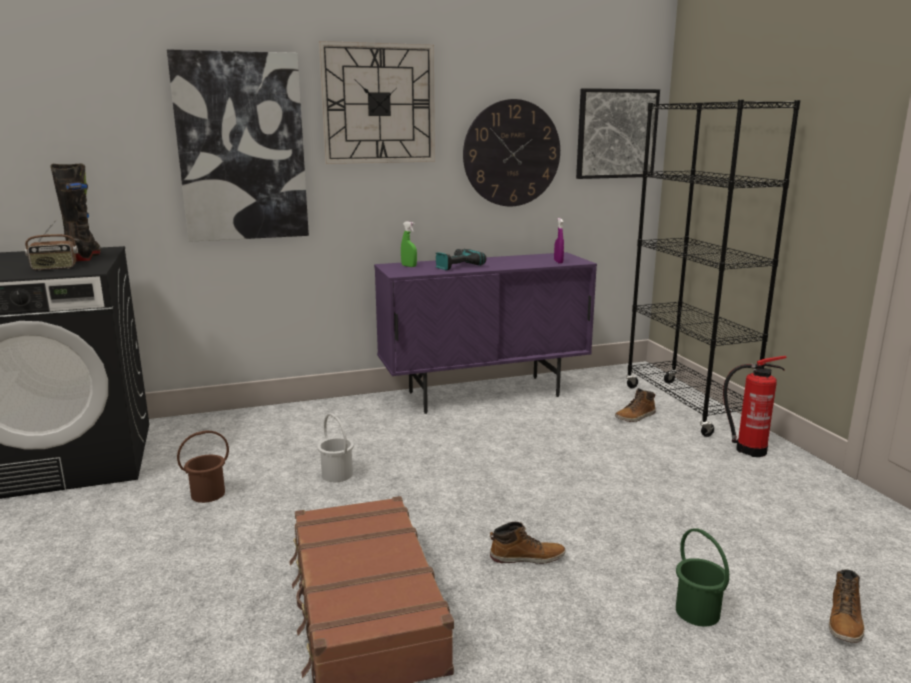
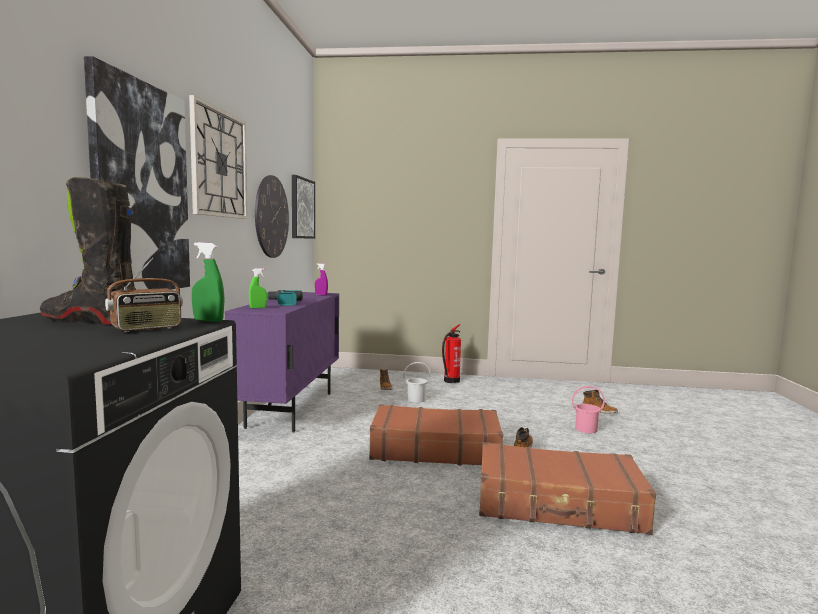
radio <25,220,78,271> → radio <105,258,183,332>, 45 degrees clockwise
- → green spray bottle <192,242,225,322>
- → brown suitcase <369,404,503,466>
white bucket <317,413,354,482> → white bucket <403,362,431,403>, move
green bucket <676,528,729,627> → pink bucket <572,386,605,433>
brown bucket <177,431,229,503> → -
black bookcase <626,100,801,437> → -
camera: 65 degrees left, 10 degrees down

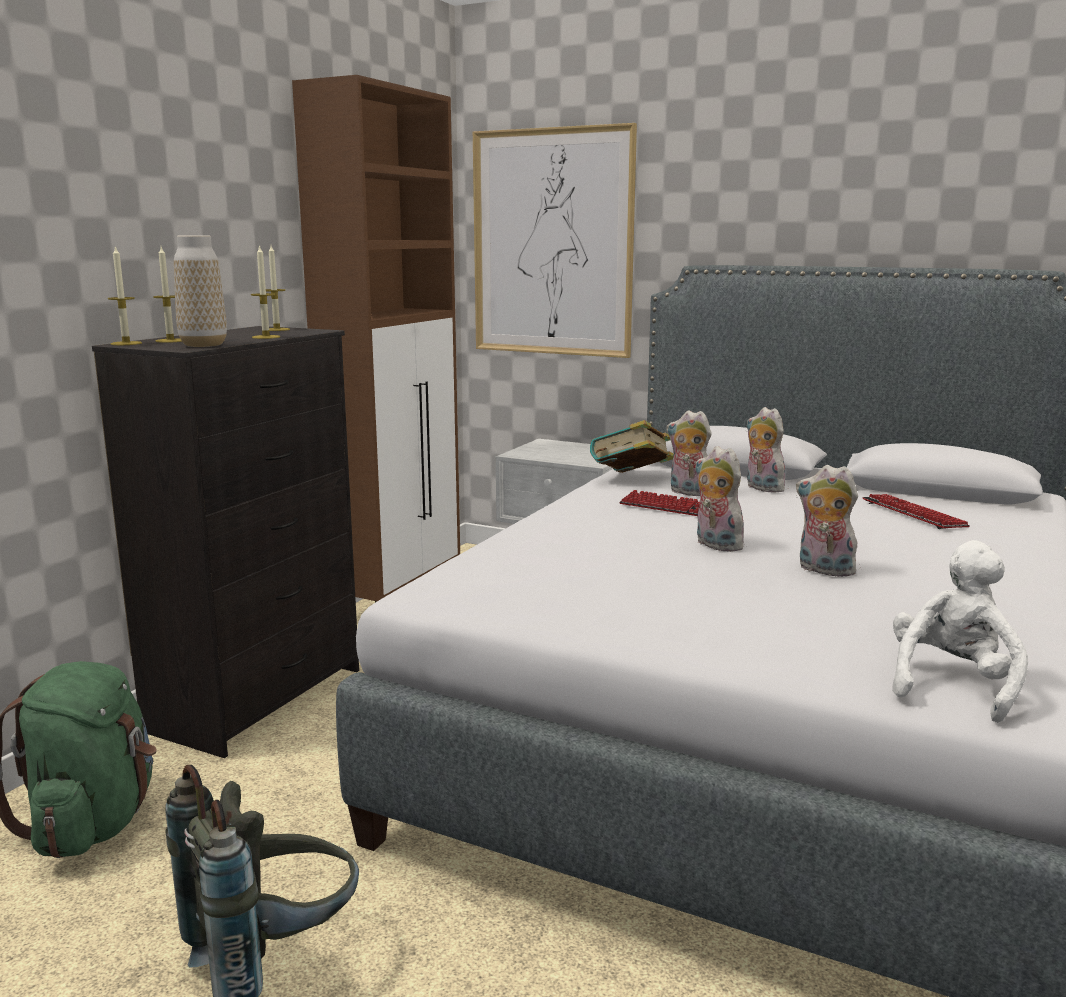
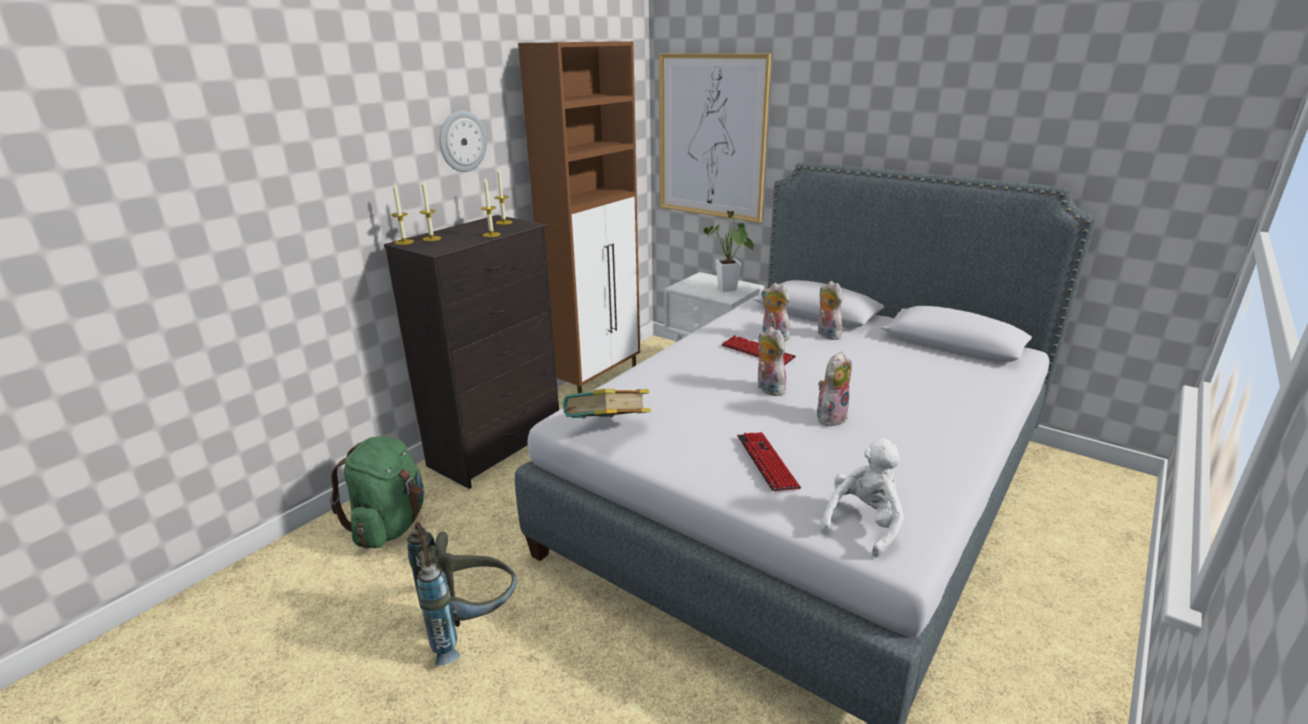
- → wall clock <439,111,487,172>
book <590,420,673,473> → book <563,389,651,418>, move
- → potted plant <703,211,754,292>
keyboard <862,494,970,529> → keyboard <737,432,801,491>, move
plush toy <796,465,859,577> → plush toy <817,352,852,426>, 90 degrees clockwise
vase <174,236,227,347> → -
camera: 10 degrees right, 10 degrees up

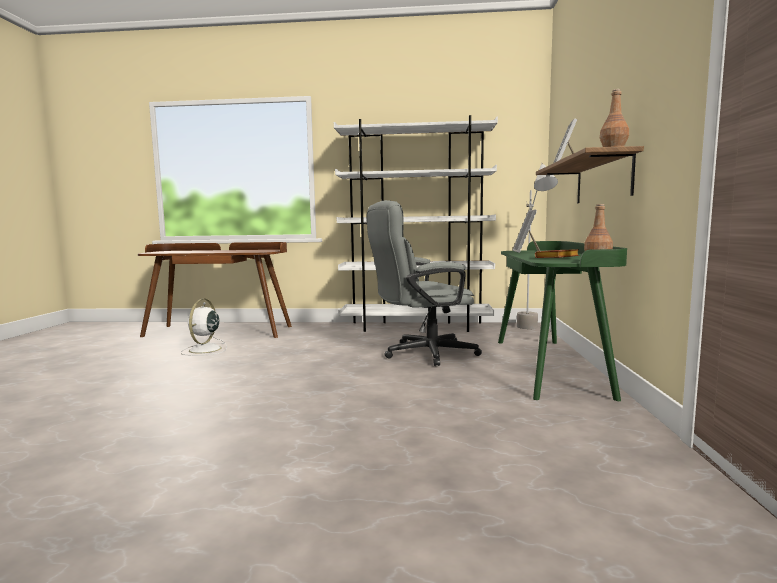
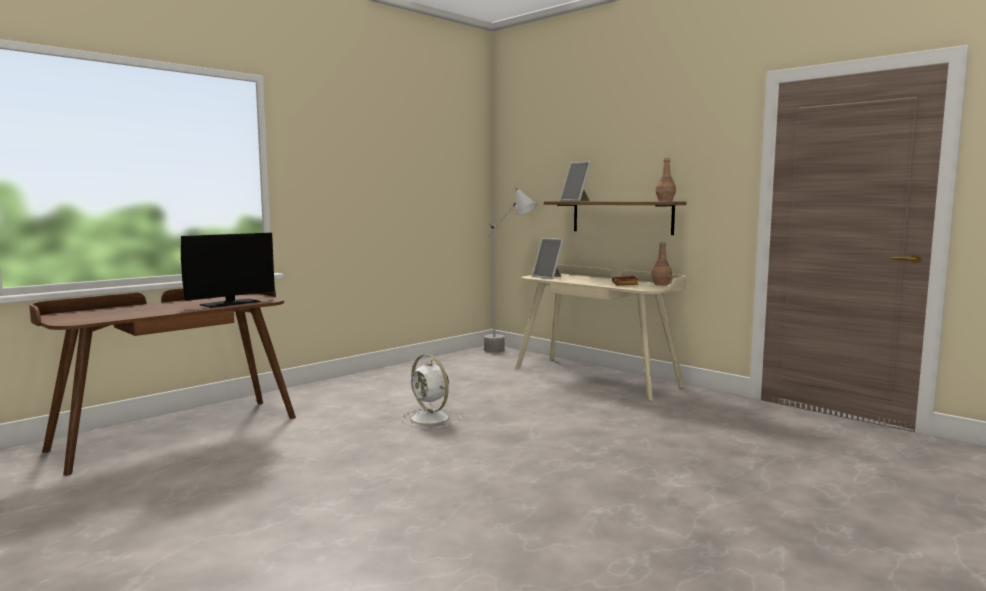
- → monitor <181,233,275,308>
white fan <181,299,227,356> → white fan <401,354,461,429>, move
green desk <498,241,627,401> → beige desk <516,265,686,400>
white bookcase <334,115,498,332> → -
grey office chair <367,200,482,366> → -
camera: 50 degrees left, 0 degrees up

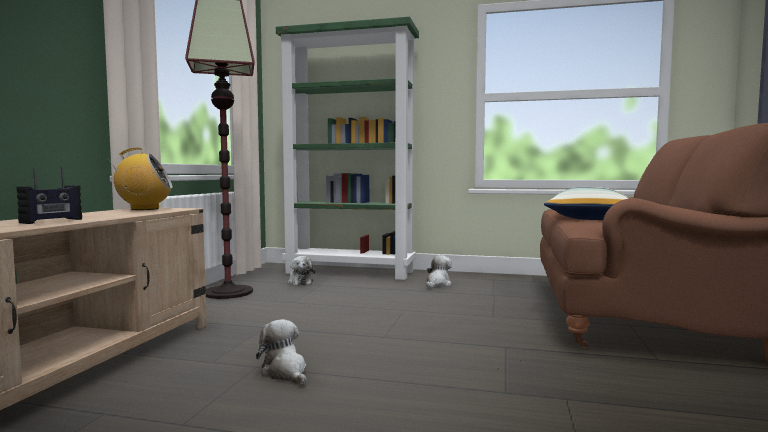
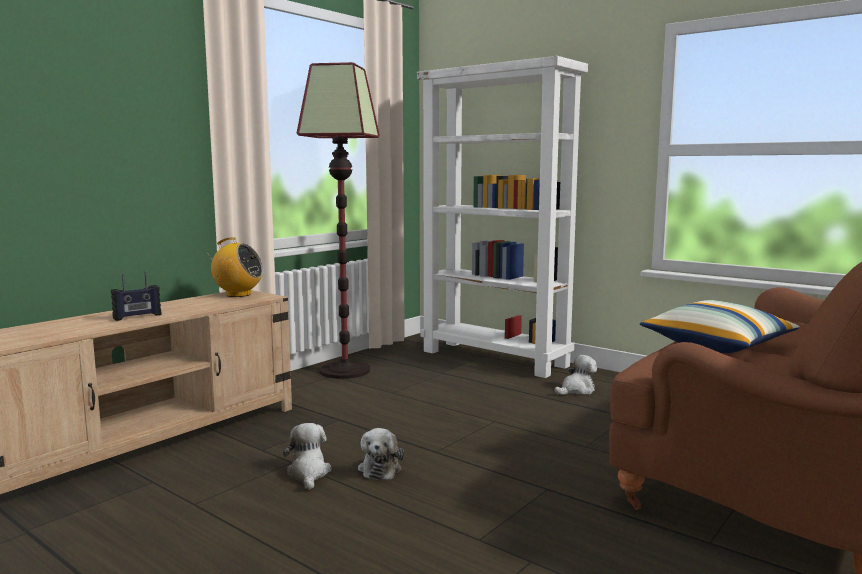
plush toy <287,256,315,285> → plush toy <358,428,404,480>, move
green bookcase <276,16,419,280> → white bookcase <417,56,588,378>
camera: 25 degrees right, 5 degrees up

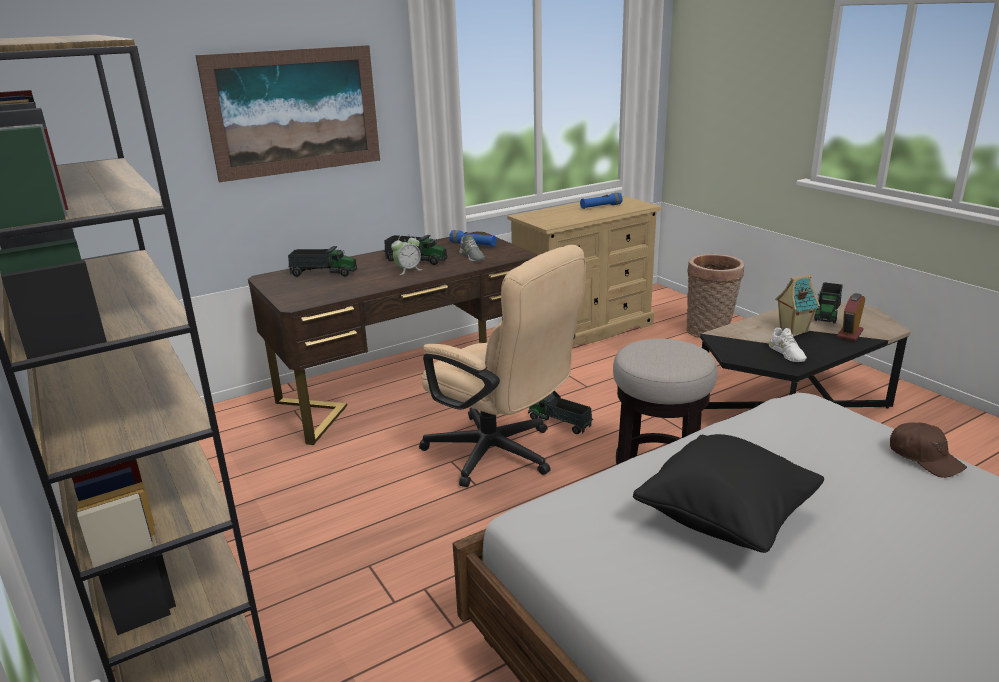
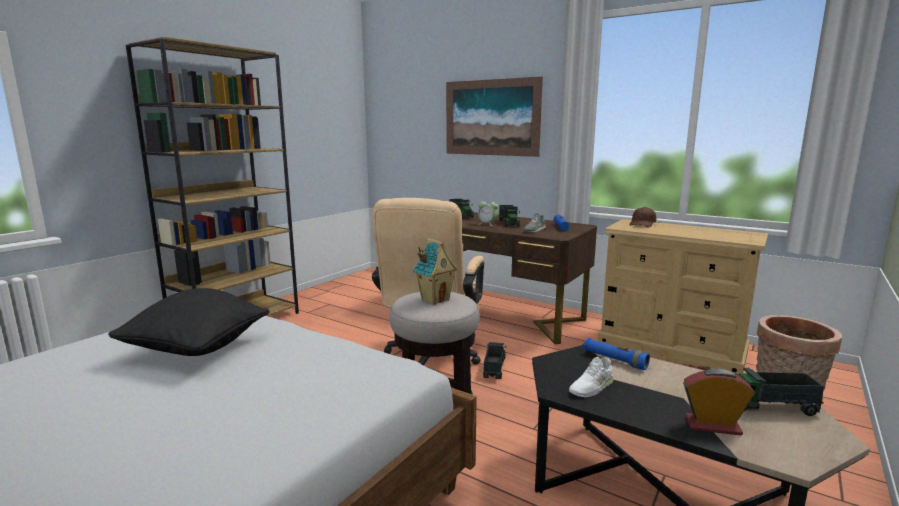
toy house <775,275,820,334> → toy house <413,238,458,305>, move
blue flashlight <580,193,623,209> → blue flashlight <583,338,650,370>, move
brown cap <890,422,967,478> → brown cap <629,207,657,227>, move
camera: 65 degrees right, 10 degrees down

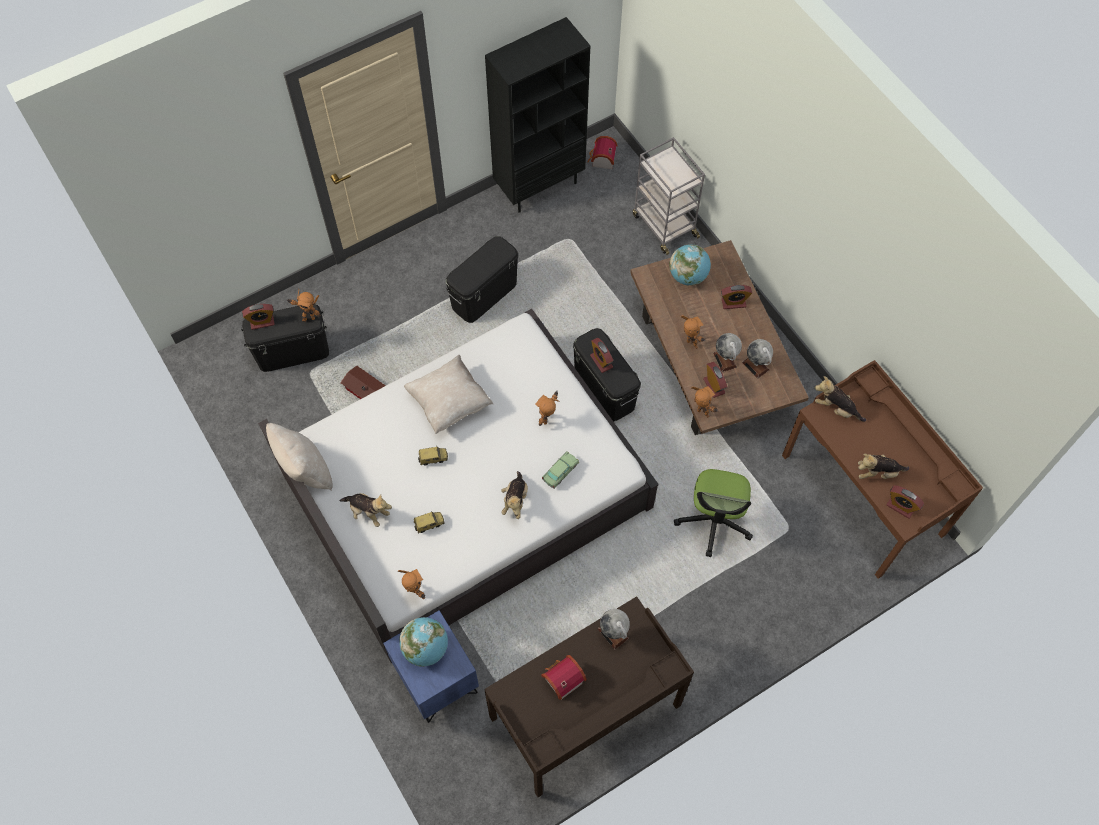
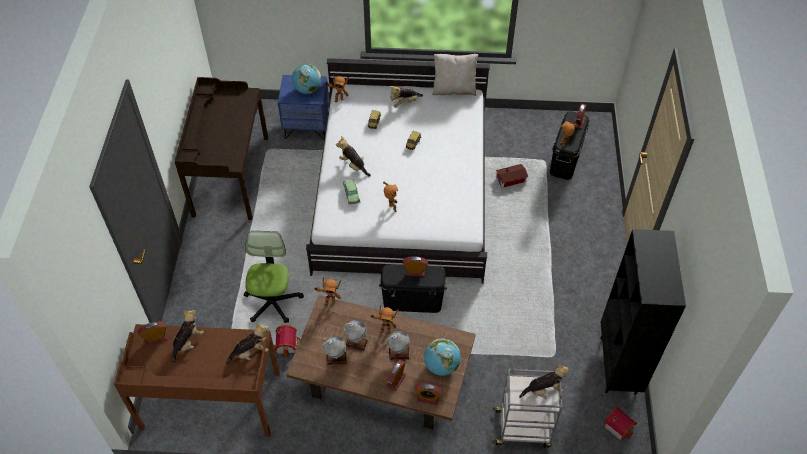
office chair <674,469,753,557> → office chair <244,231,304,323>, 45 degrees clockwise
toy house <541,655,587,700> → toy house <275,325,300,357>, move
globe <598,609,630,650> → globe <386,331,410,360>, move
alarm clock <703,362,727,398> → alarm clock <414,383,443,405>, move
- → plush toy <519,362,569,399>
beige pillow <404,355,493,434> → -
black storage box <446,236,518,323> → -
camera: 125 degrees right, 10 degrees down

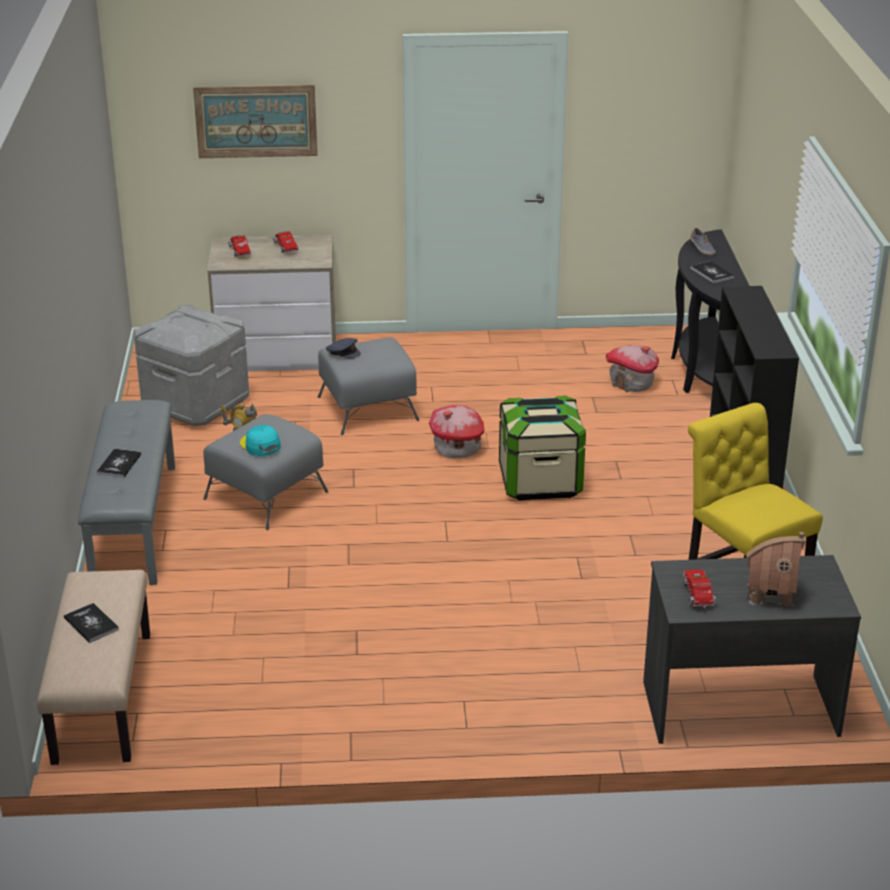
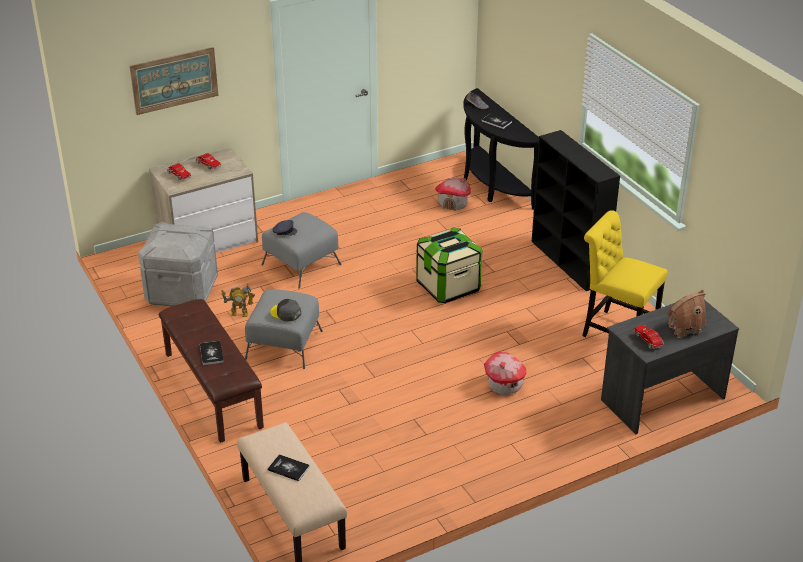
grey bench <78,400,175,585> → brown bench <159,299,264,443>
turquoise cap <240,425,281,456> → grey cap <270,299,301,322>
toy house <429,405,484,458> → toy house <484,352,527,395>, move
camera: 25 degrees left, 5 degrees up

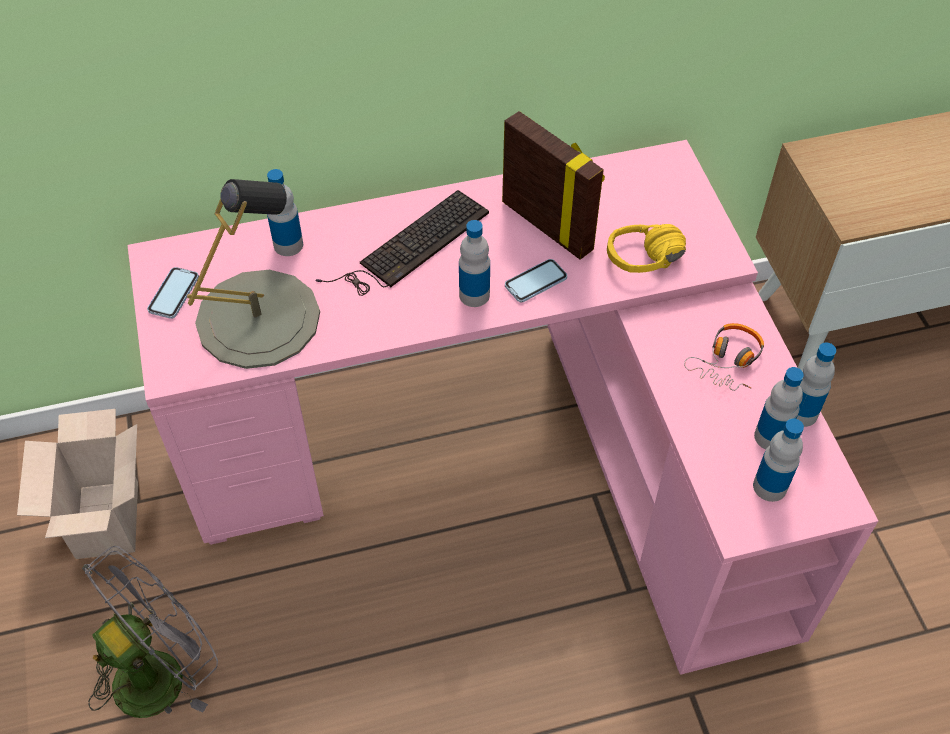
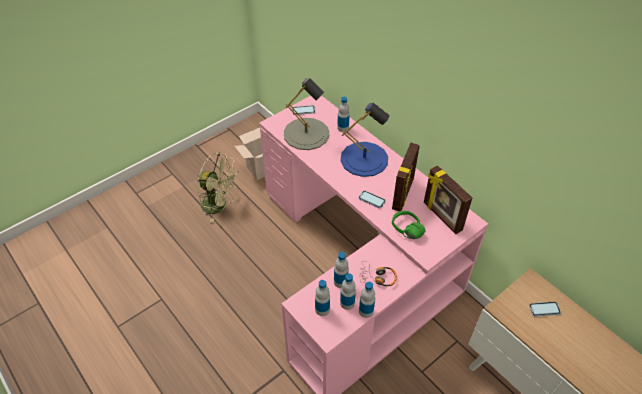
grey fan <82,546,218,718> → green fan <197,152,239,223>
bottle <459,220,490,307> → bottle <334,252,349,288>, move
keyboard <315,190,489,296> → blue table lamp <340,103,390,177>
yellow headphones <607,224,686,273> → green headphones <392,211,425,239>
- → picture frame <424,165,472,234>
- → phone <529,302,561,317>
camera: 65 degrees right, 5 degrees down

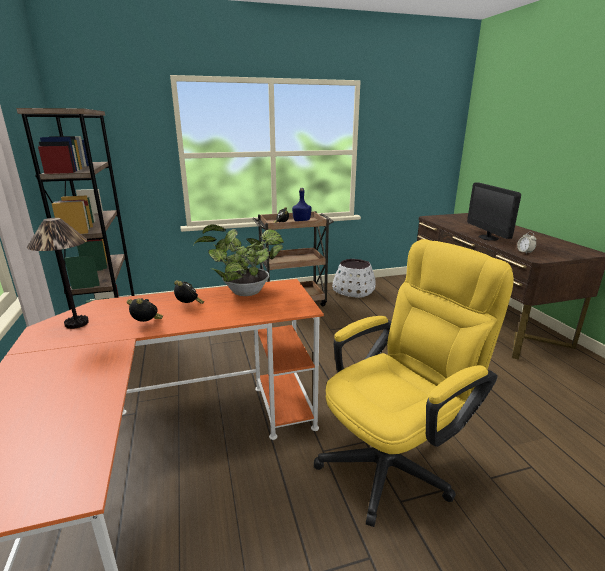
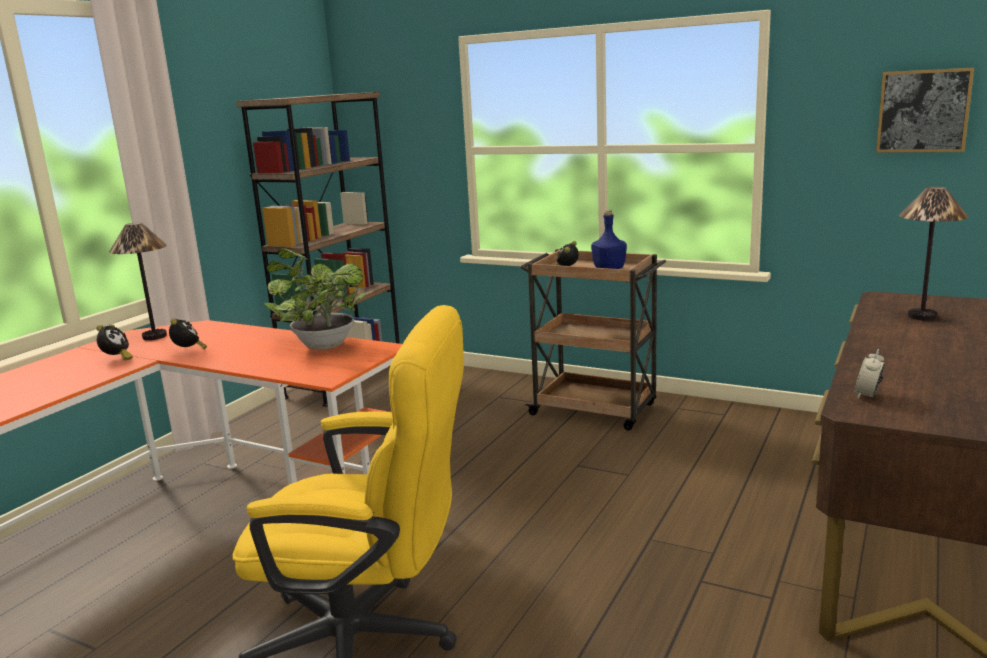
alarm clock <174,280,204,304> → alarm clock <96,324,133,360>, move
- → picture <876,68,974,153>
- → table lamp <899,187,968,321>
white planter <332,259,376,298> → -
monitor <467,182,521,241> → -
camera: 45 degrees right, 5 degrees down

